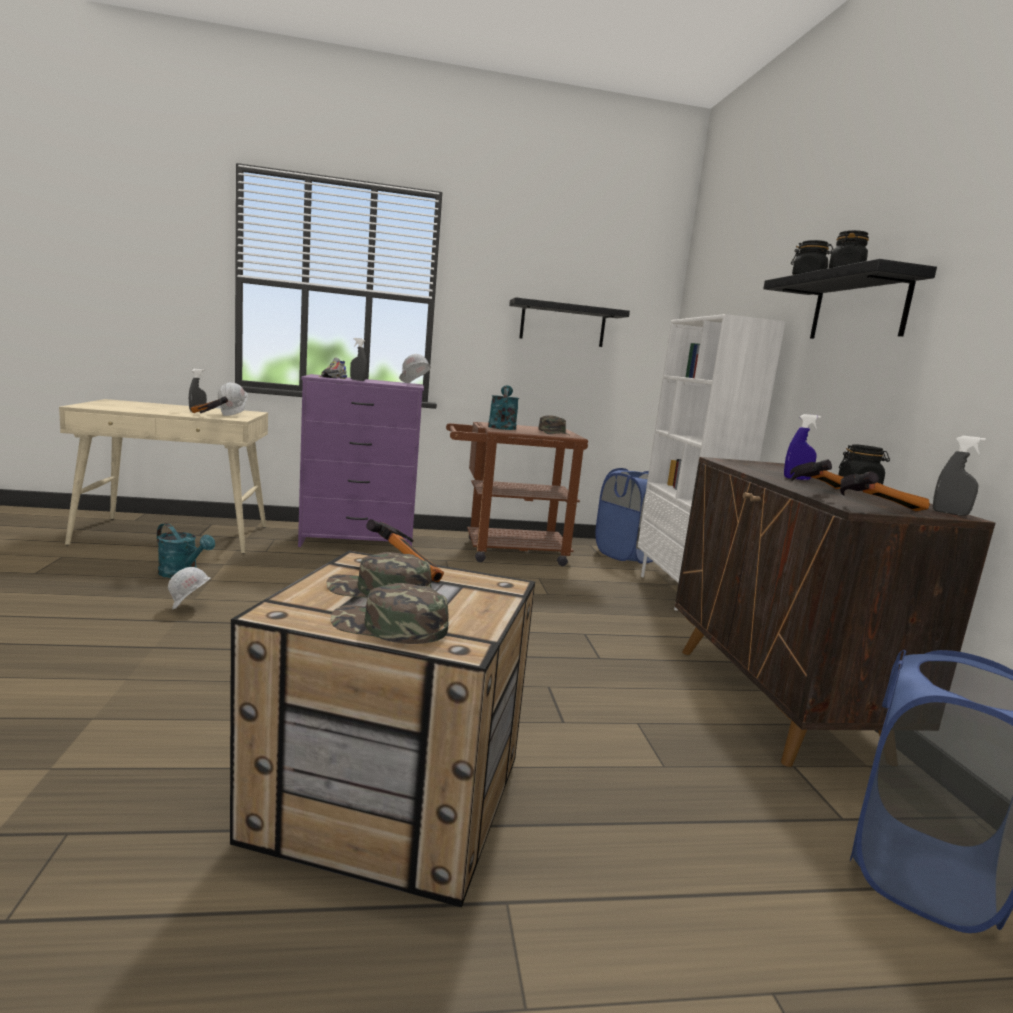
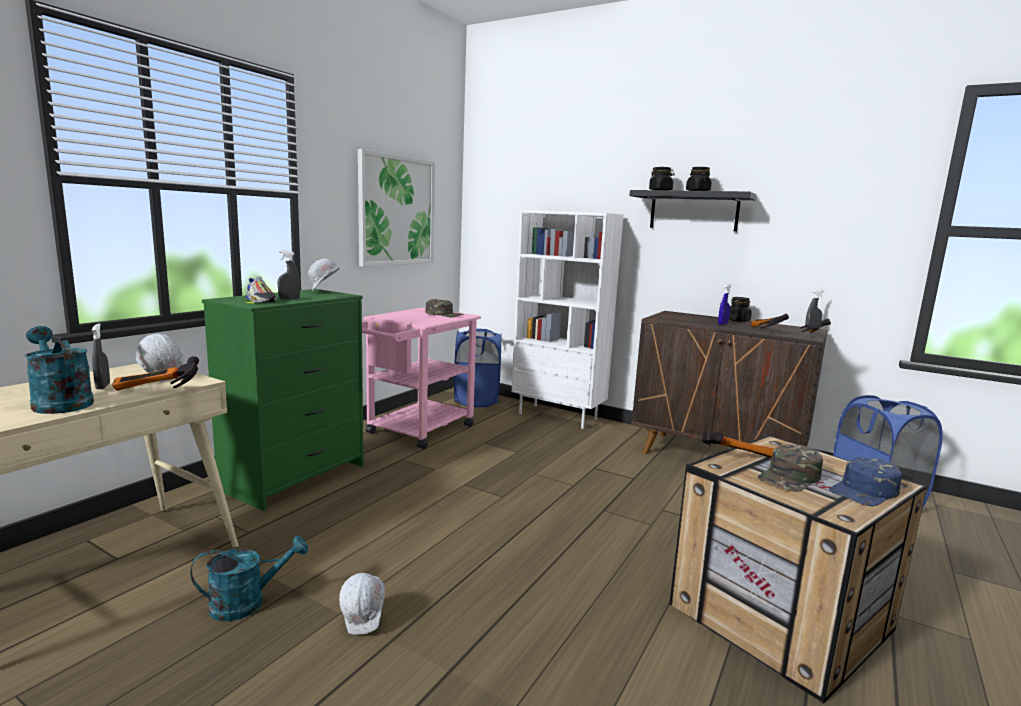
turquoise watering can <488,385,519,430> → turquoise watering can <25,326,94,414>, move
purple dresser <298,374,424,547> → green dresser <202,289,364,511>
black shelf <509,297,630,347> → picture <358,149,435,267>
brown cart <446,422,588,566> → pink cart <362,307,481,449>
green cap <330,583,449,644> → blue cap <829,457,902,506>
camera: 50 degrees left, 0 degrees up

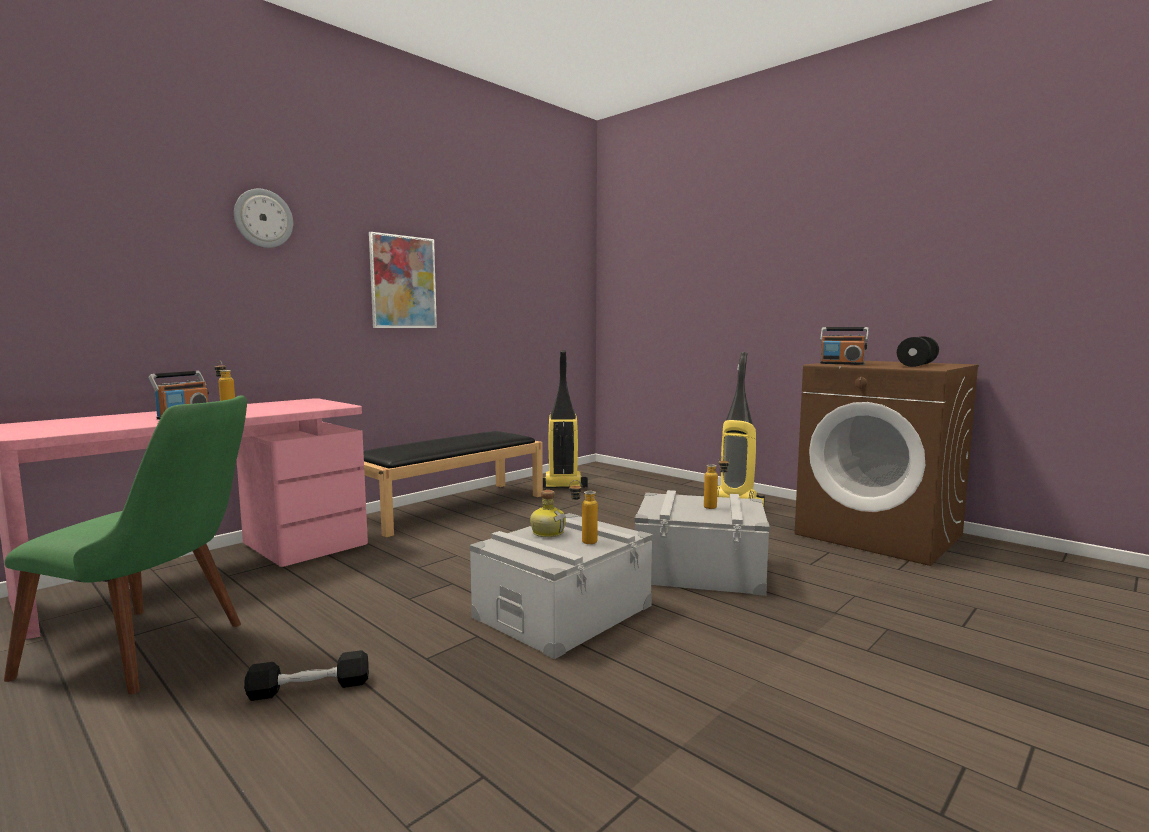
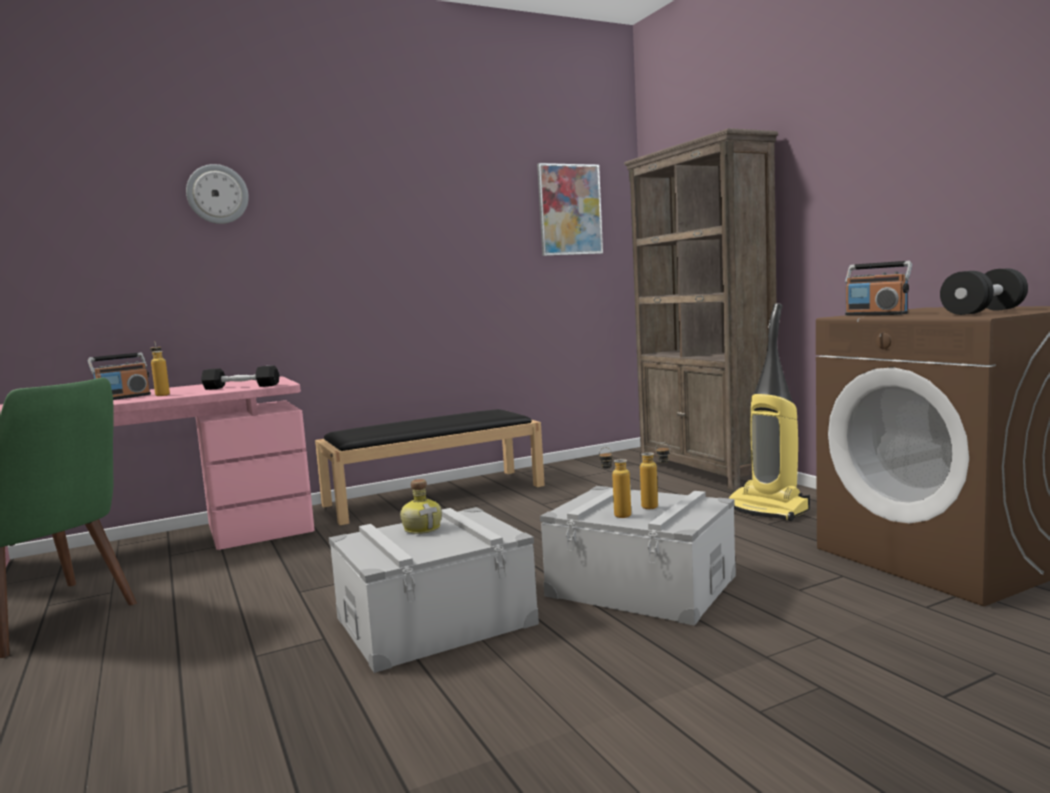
black dumbbell <244,650,369,701> → black dumbbell <201,365,279,390>, move
picture <369,232,437,328> → picture <537,163,603,256>, move
bottle <569,480,598,544> → bottle <599,447,631,518>, move
- → brown bookcase <624,128,778,492>
vacuum cleaner <543,350,588,488> → -
camera: 20 degrees right, 0 degrees up

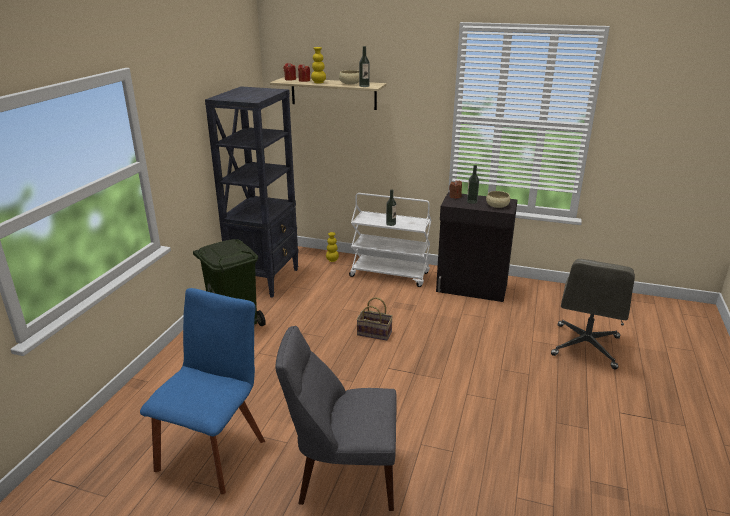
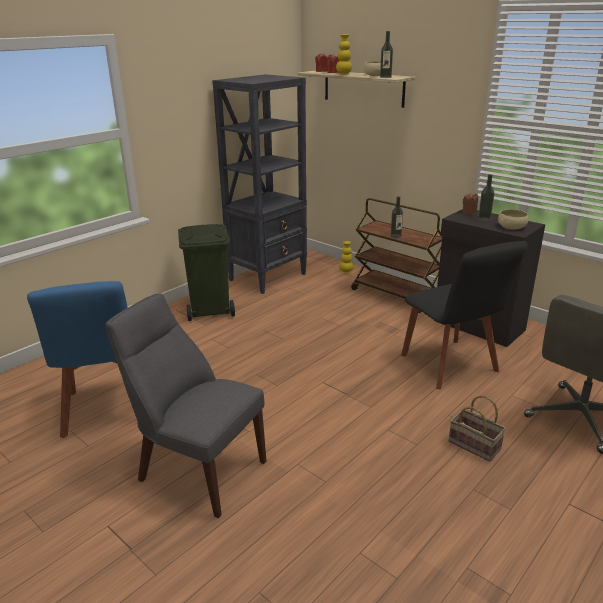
blue chair <140,288,265,494> → blue chair <27,281,128,438>, 120 degrees clockwise
white cart <349,193,431,287> → brown cart <351,198,442,313>
- → black chair <401,241,528,390>
basket <356,297,393,341> → basket <449,395,506,462>, move
camera: 25 degrees right, 0 degrees up

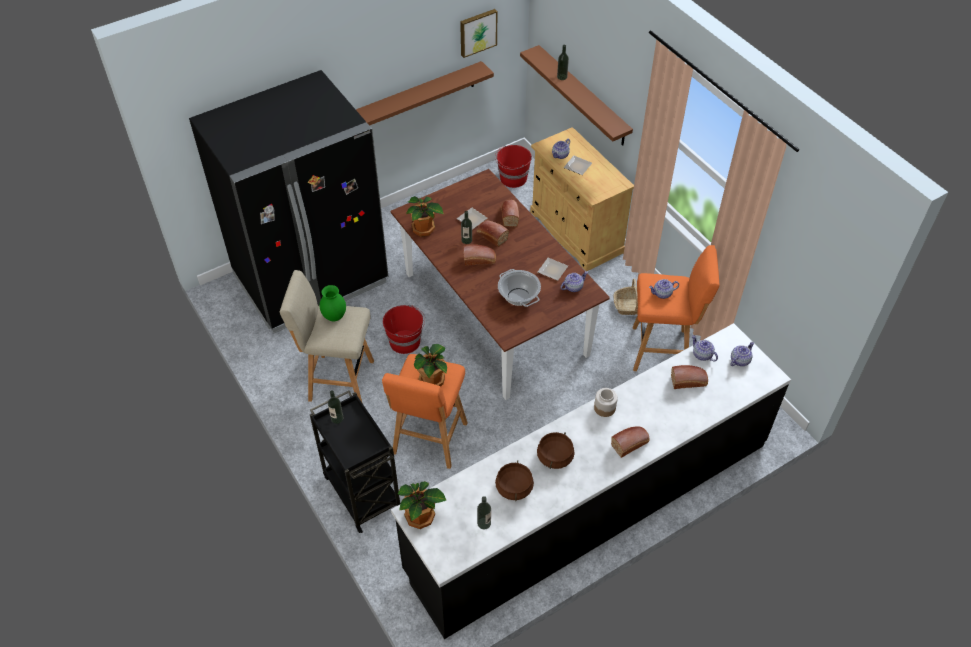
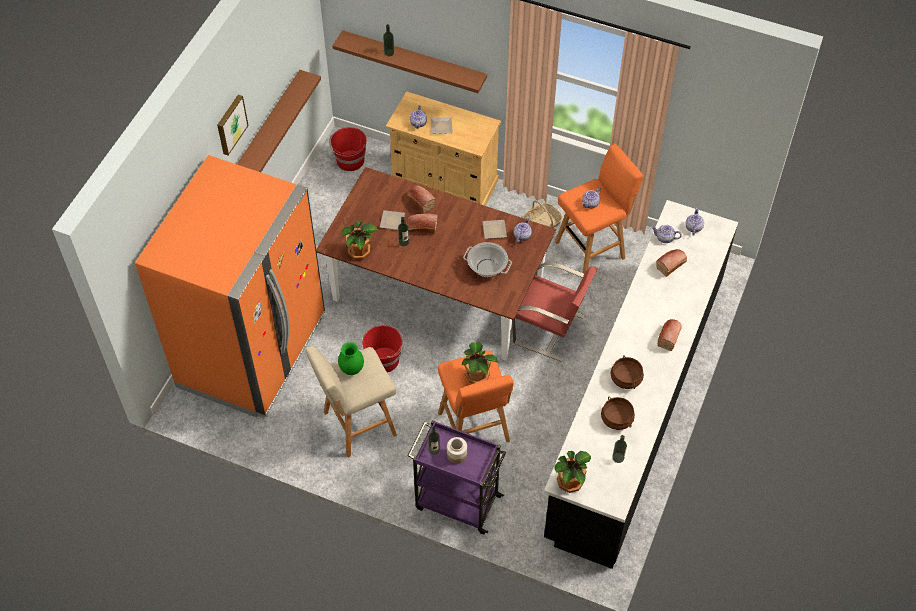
black fridge <189,70,388,334> → orange fridge <135,155,325,419>
picture <460,9,497,58> → picture <217,95,249,155>, move
black cart <310,390,401,533> → purple cart <408,420,506,534>
jar <594,388,618,417> → jar <447,437,467,464>, move
- → red chair <512,262,598,362>
bread <464,244,496,266> → -
camera: 35 degrees left, 5 degrees up

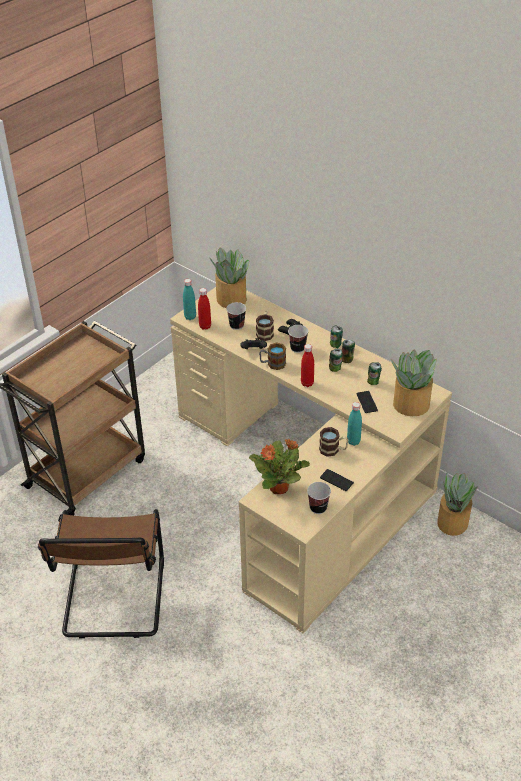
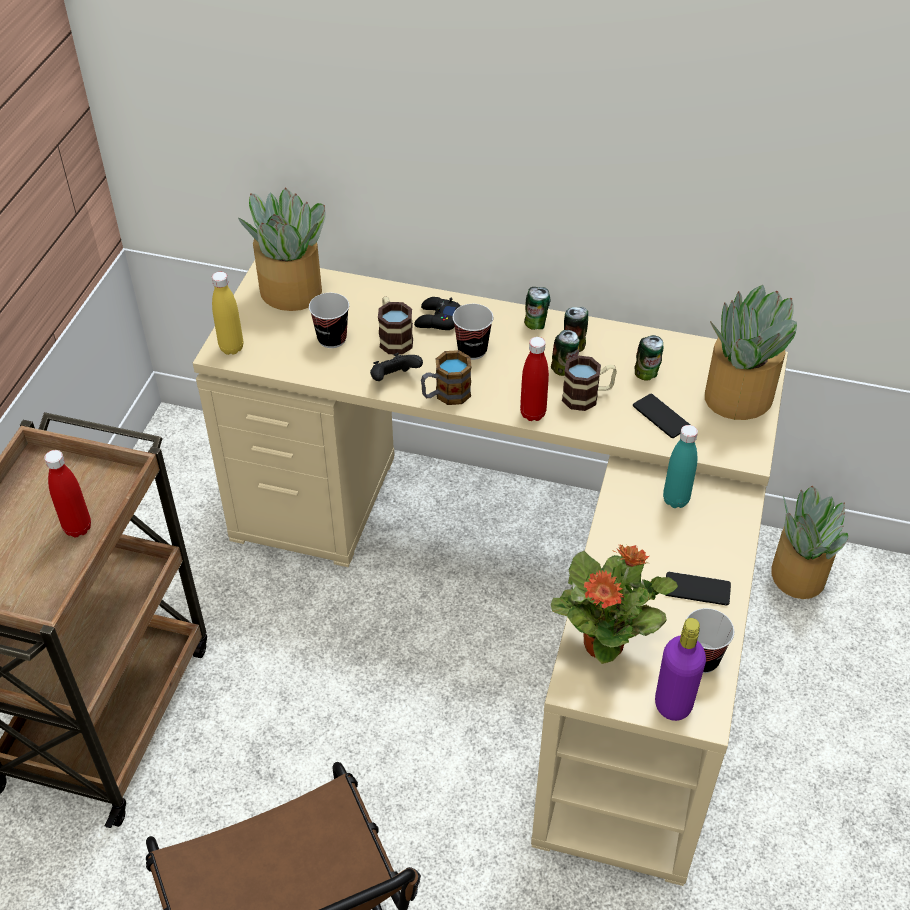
red bottle <198,288,211,330> → red bottle <44,450,91,537>, move
turquoise bottle <183,279,196,320> → yellow bottle <212,272,243,355>
mug <319,427,348,457> → mug <562,355,617,411>, move
- → purple bottle <655,618,706,721>
camera: 25 degrees left, 5 degrees up

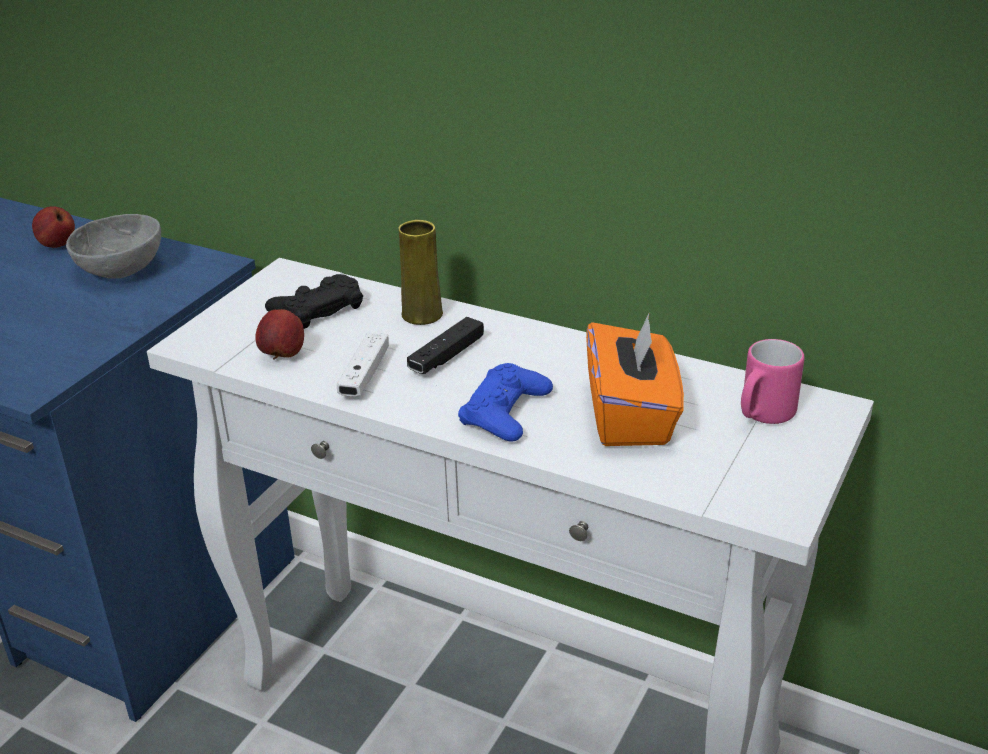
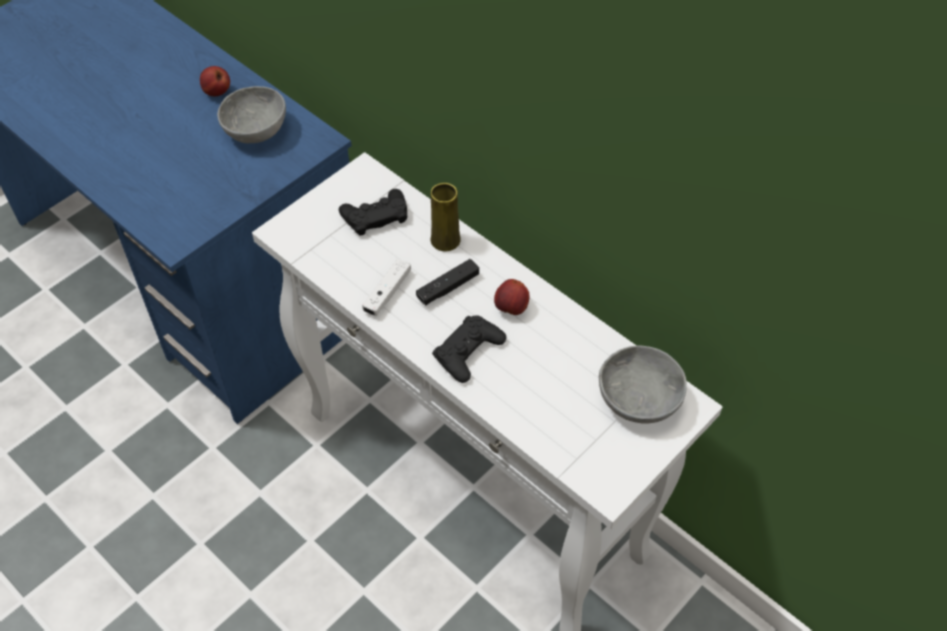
blue game controller <458,363,553,442> → black game controller <432,315,506,383>
apple <255,309,304,360> → apple <494,279,529,315>, move
pink mug <741,339,804,424> → grey bowl <599,345,687,424>
orange tissue box <586,314,684,446> → -
camera: 15 degrees right, 20 degrees up

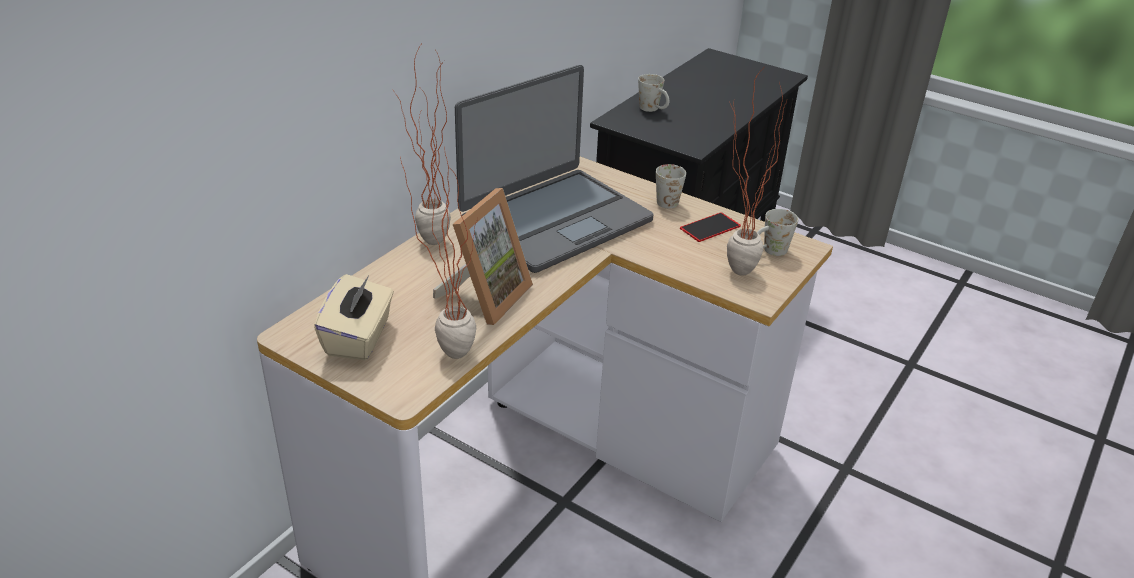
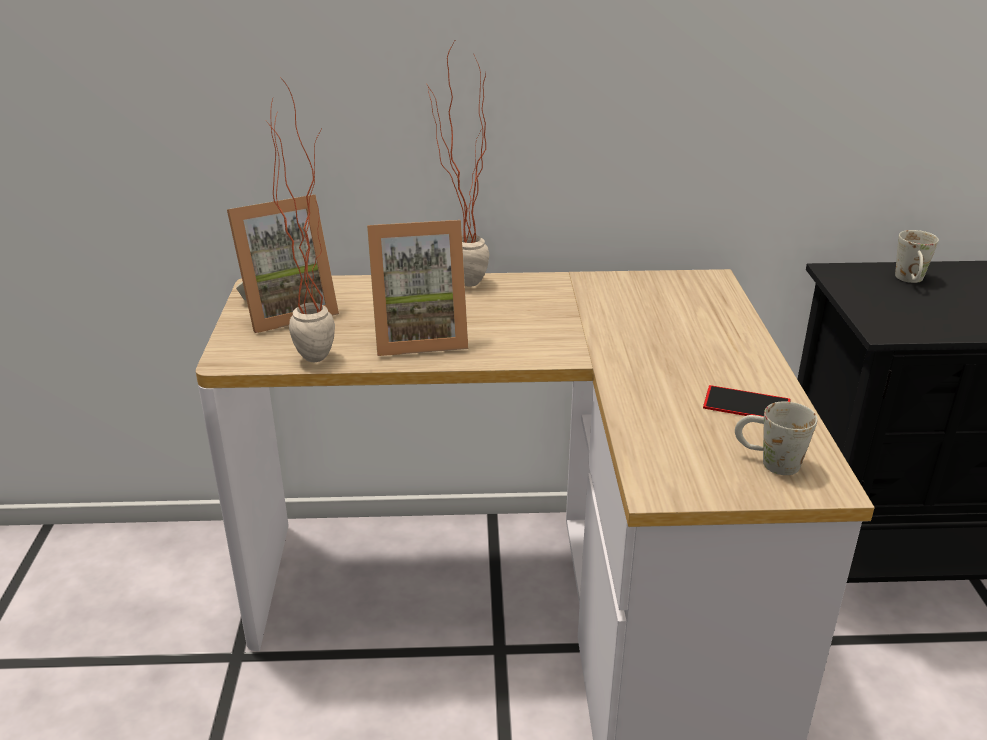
beige tissue box <314,274,394,360> → picture frame <227,194,339,333>
laptop <455,65,653,273> → -
white mug <656,164,686,208> → -
potted plant <727,70,787,276> → -
camera: 55 degrees right, 5 degrees down

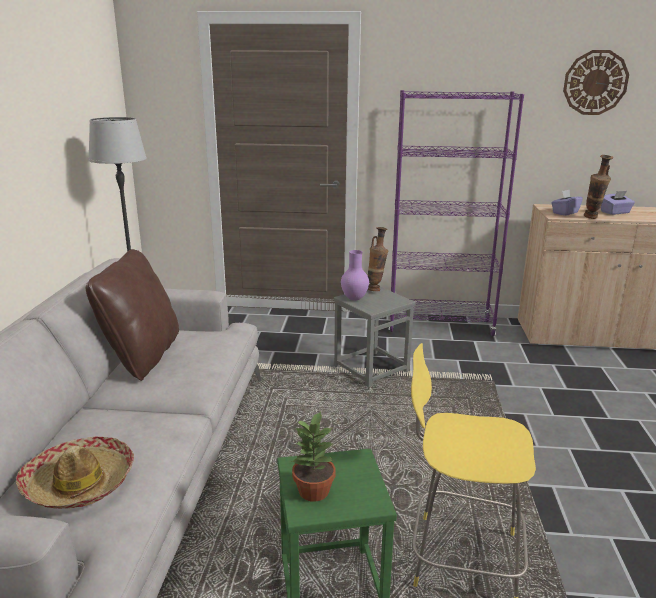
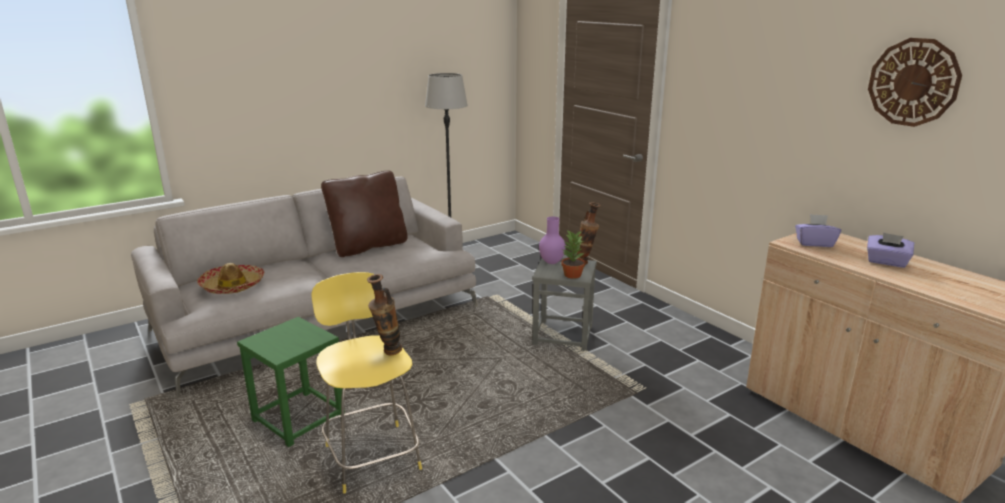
vase <584,155,613,219> → vase <367,274,402,355>, move
potted plant <292,411,336,502> → potted plant <561,230,585,279>, move
purple bookcase <389,90,524,336> → -
camera: 50 degrees right, 0 degrees up

